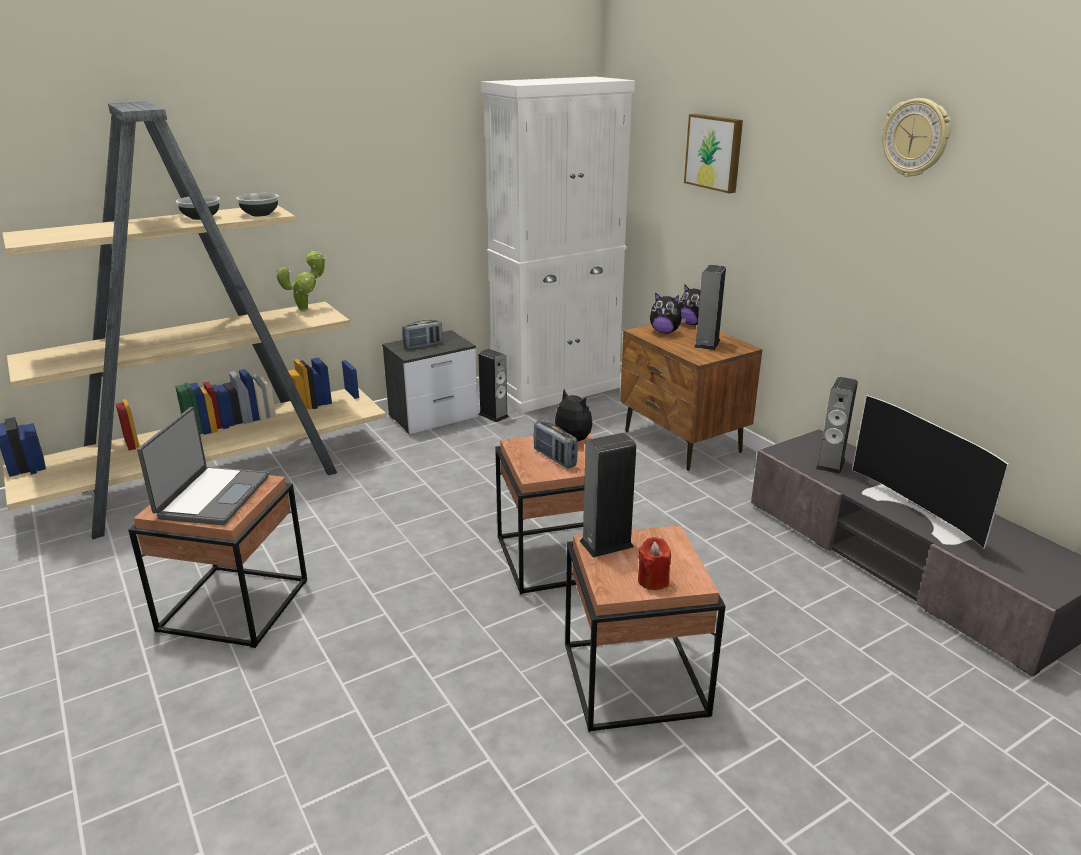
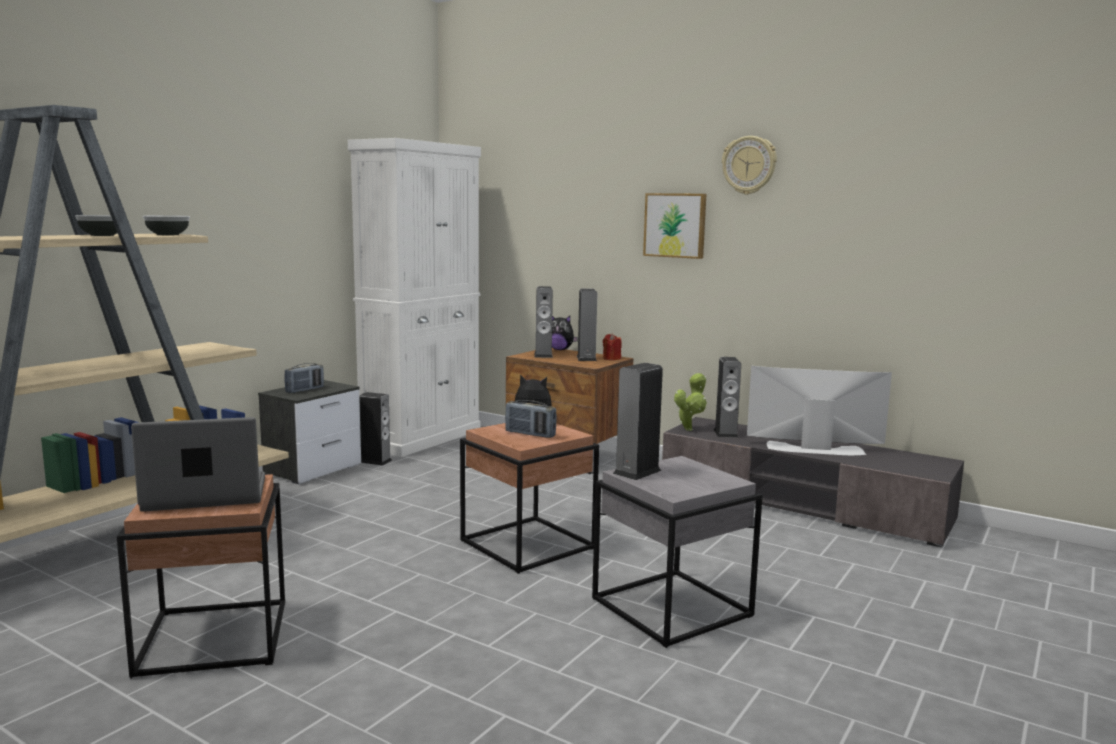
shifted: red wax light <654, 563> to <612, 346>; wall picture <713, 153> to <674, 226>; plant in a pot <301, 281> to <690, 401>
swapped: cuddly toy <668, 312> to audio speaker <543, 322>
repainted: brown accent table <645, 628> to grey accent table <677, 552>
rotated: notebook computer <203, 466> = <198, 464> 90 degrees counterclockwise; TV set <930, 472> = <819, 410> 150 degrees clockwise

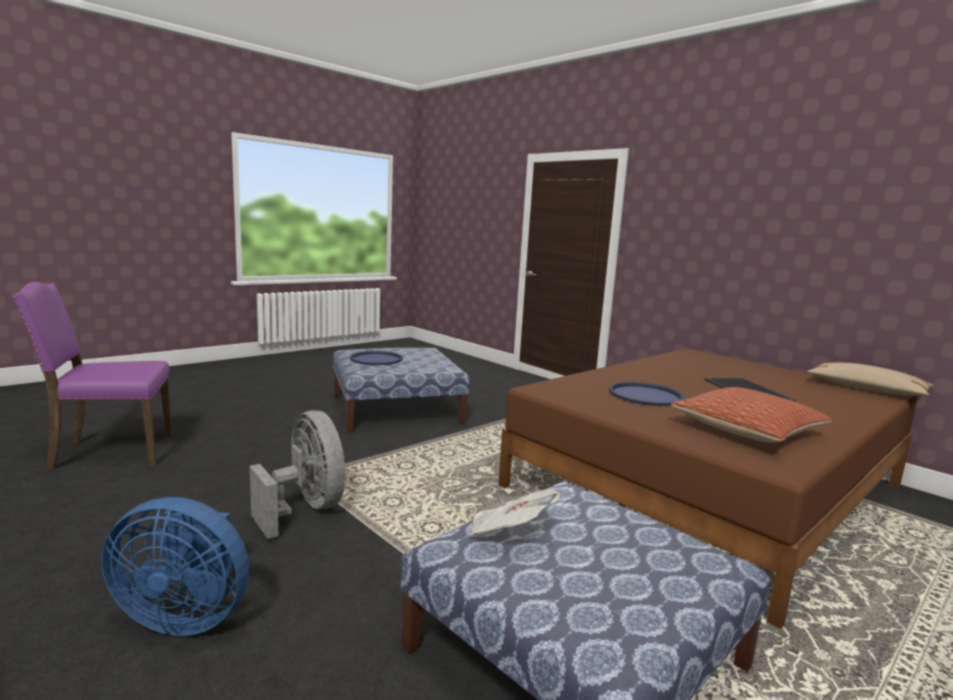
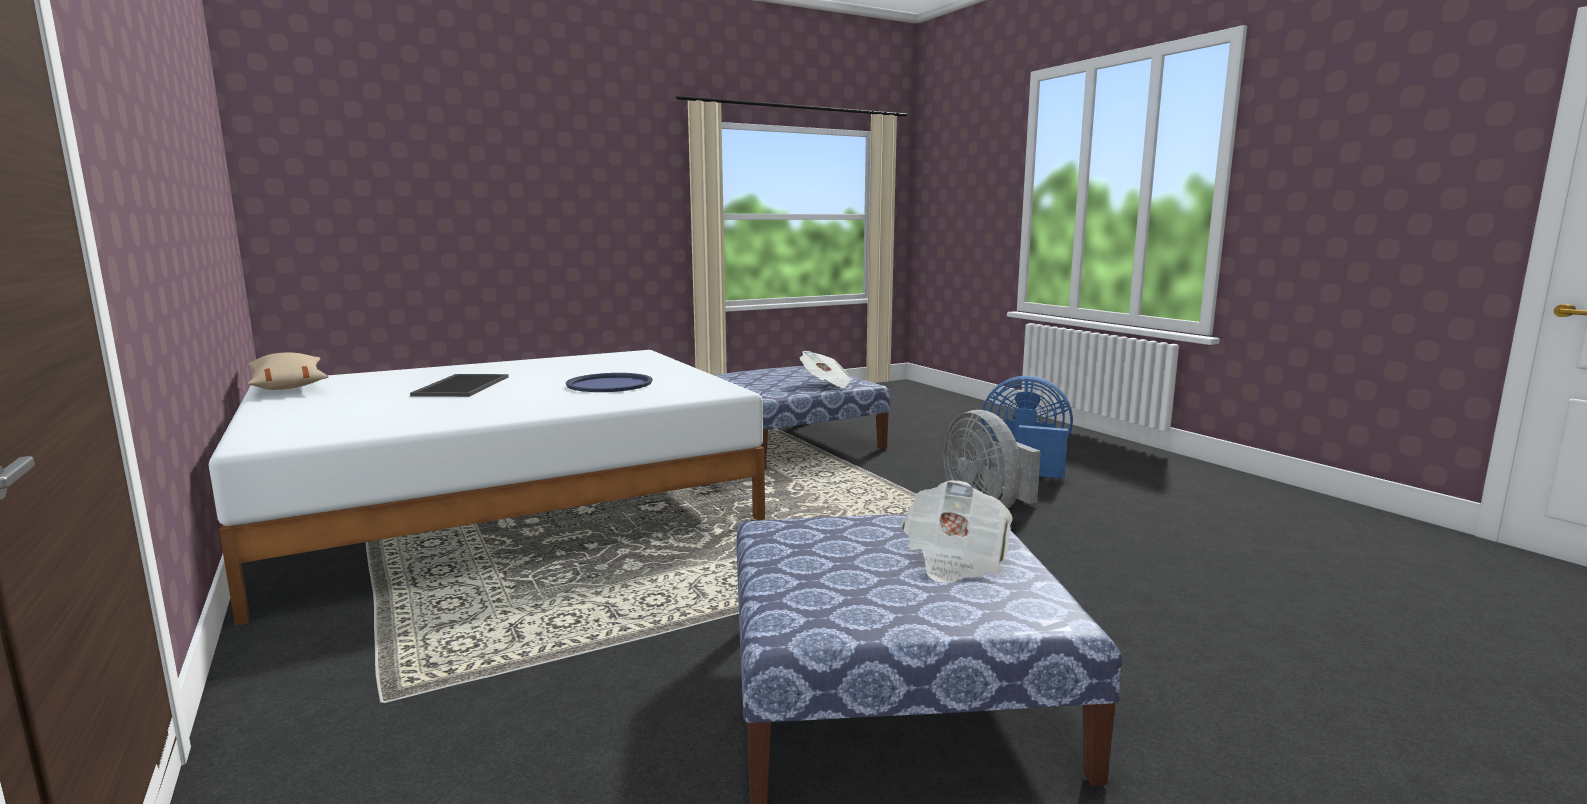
gone: purple-coloured plain chair <92, 376>; pillow <752, 415>
swapped: blue tray <376, 358> to newspaper <957, 531>
repainted: brown bed <707, 488> to white bed <487, 488>

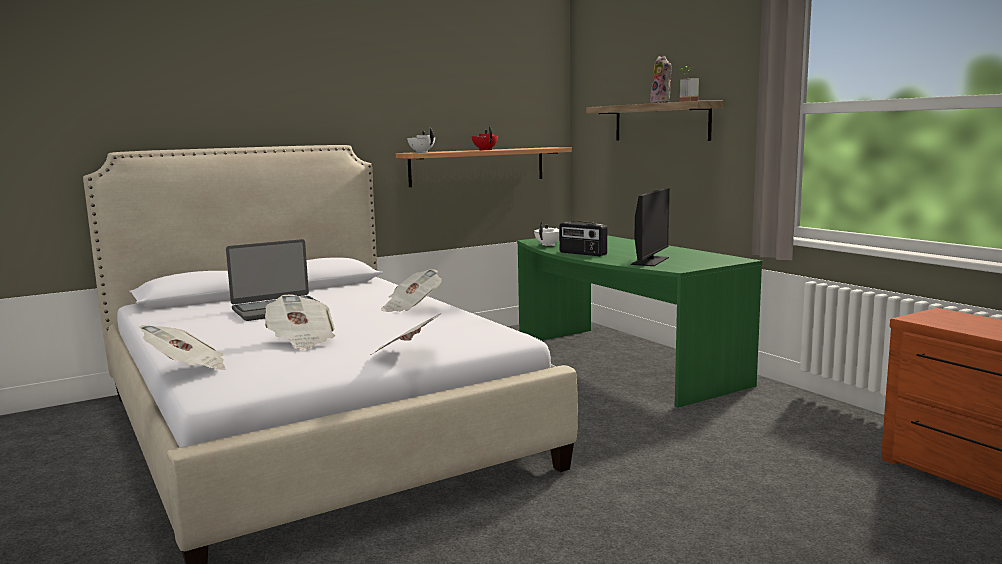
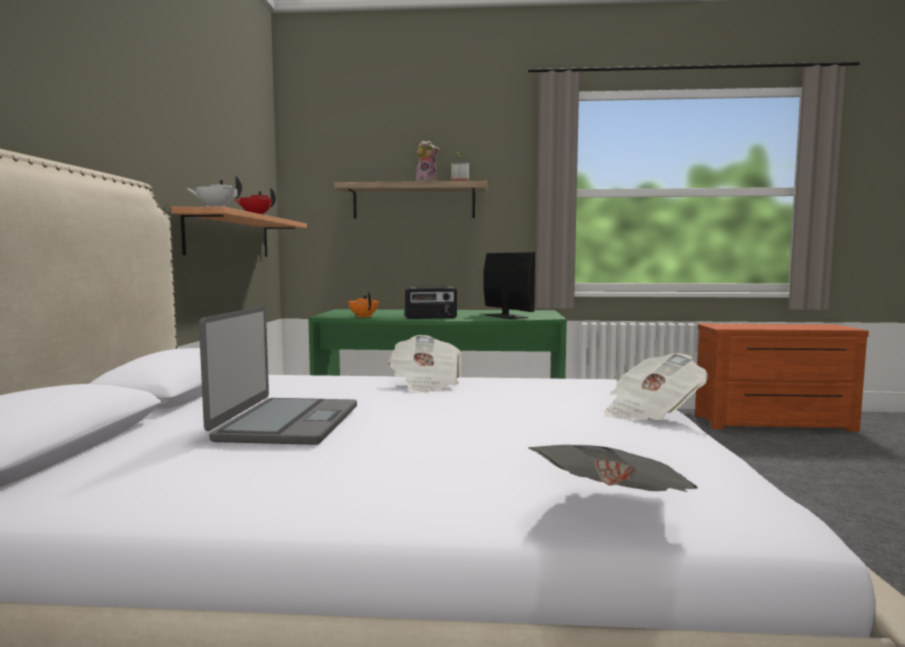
gone: newspaper <300, 321>
repainted: white teapot <546, 234> to orangey teapot <363, 304>

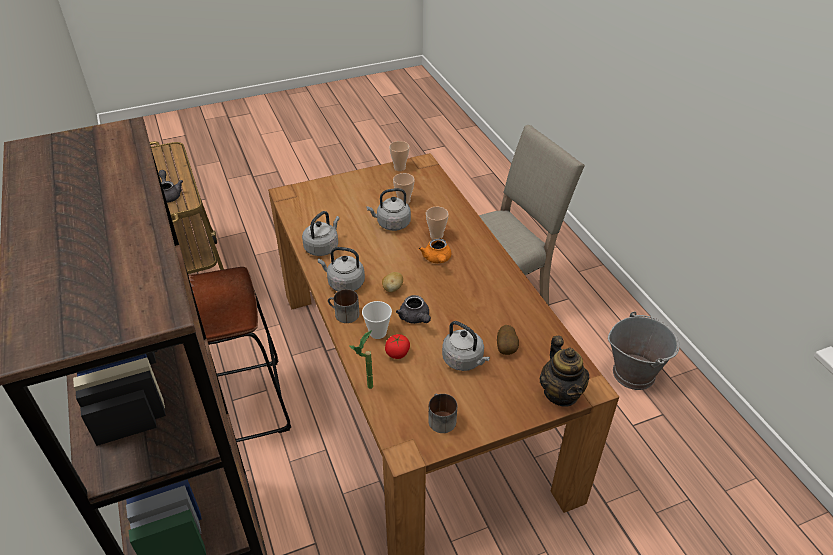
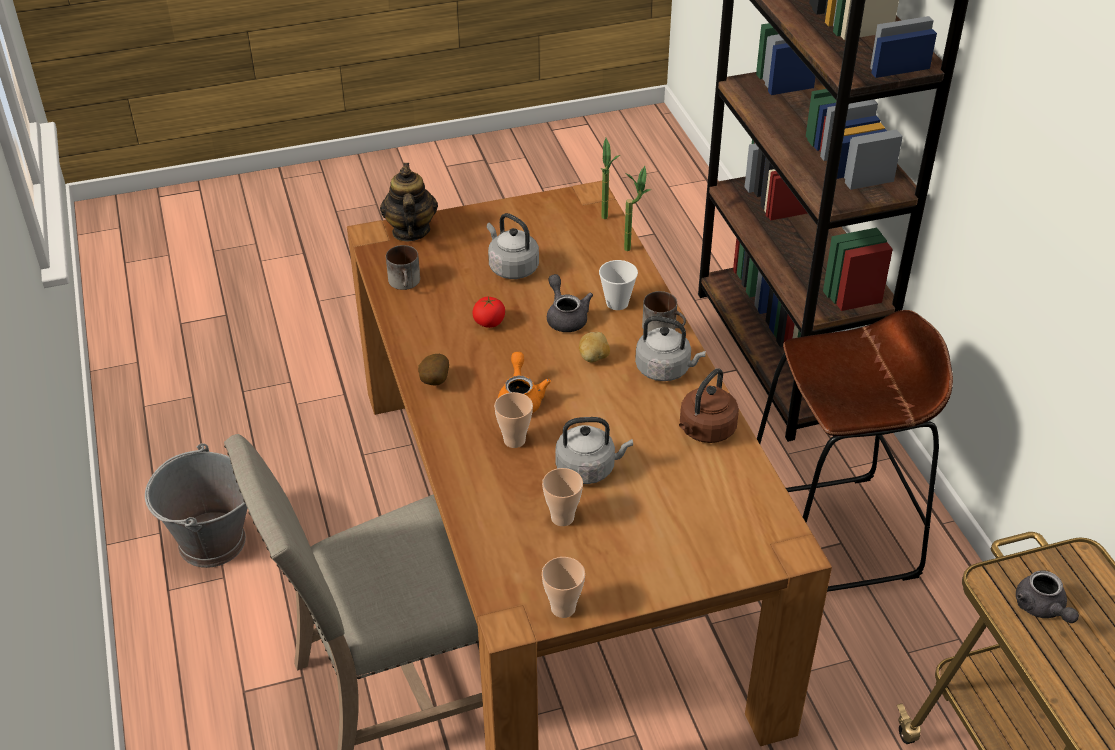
new: plant in a pot <610, 178>
shifted: coffee mug <442, 413> to <403, 267>; spud <508, 340> to <433, 369>; fresh tomato <397, 346> to <488, 312>
repainted: grey water kettle <321, 233> to brown water kettle <709, 405>

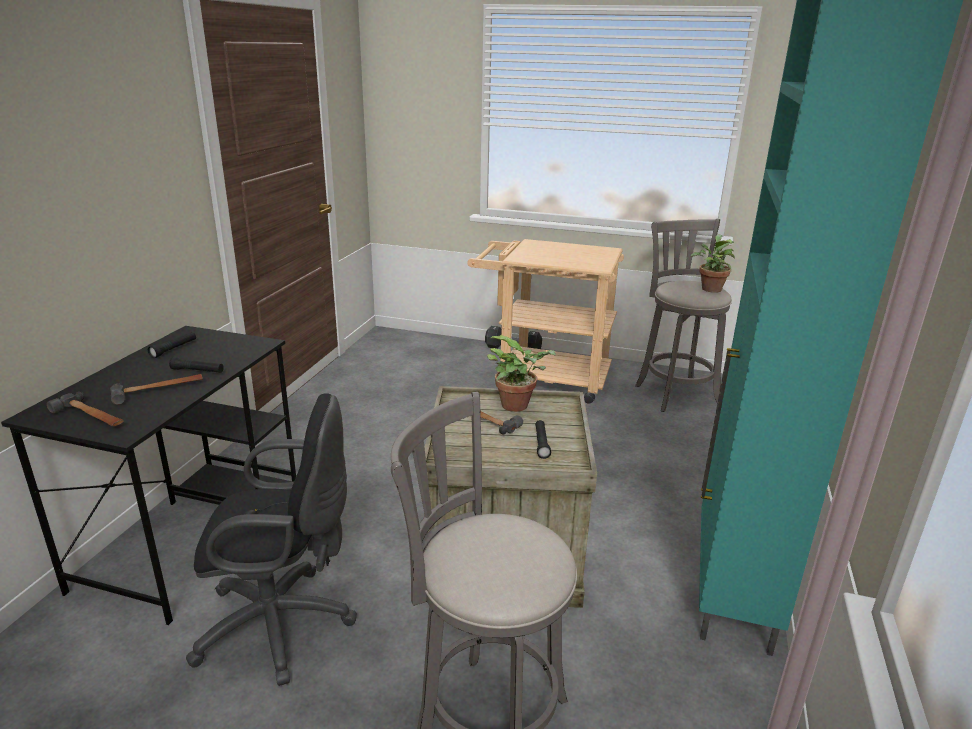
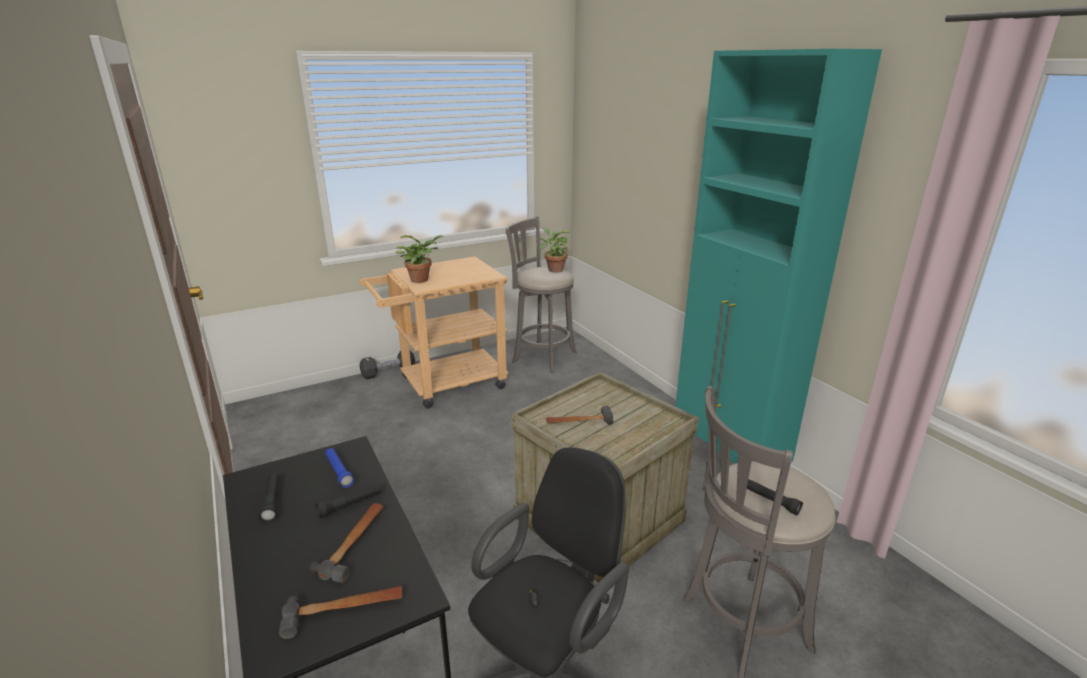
new: blue torch <339, 468>
shifted: plant in a pot <521, 373> to <420, 259>; black-coloured torch <543, 439> to <775, 497>

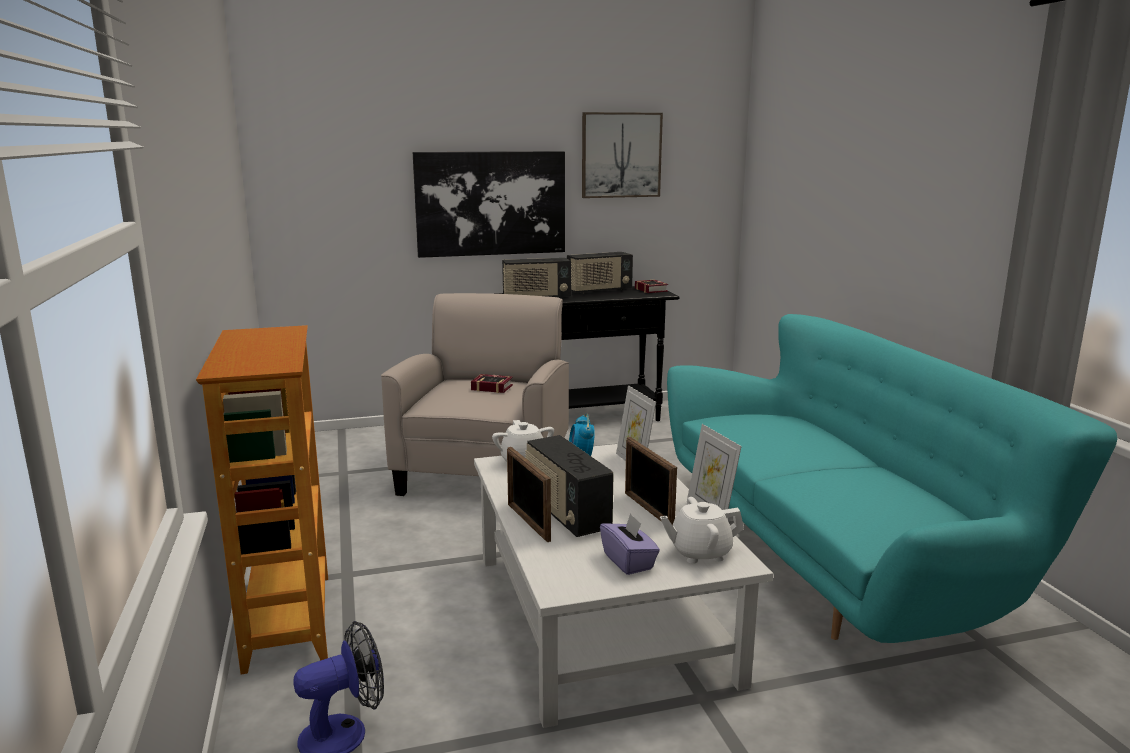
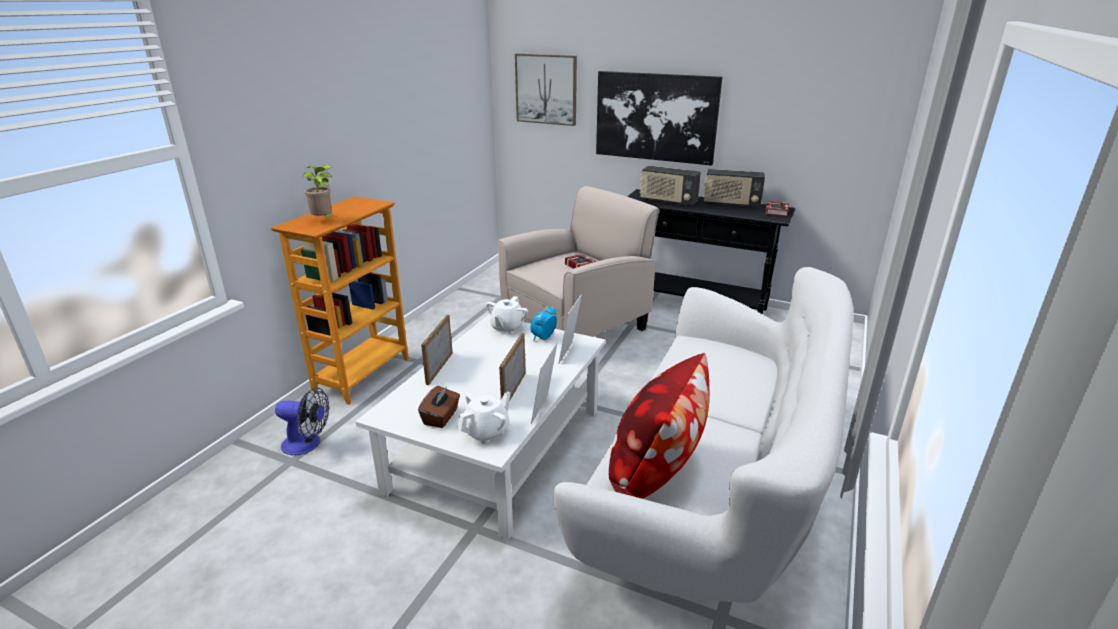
gone: radio receiver <569, 486>
new: plant in a pot <321, 192>; pillow <658, 426>
shifted: wall picture <622, 155> to <546, 90>
repainted: purple-coloured tissue holder <630, 544> to brown tissue holder <439, 407>; turquoise-coloured settee <892, 478> to white settee <704, 435>
rotated: white teapot <702, 530> = <484, 418> 105 degrees clockwise

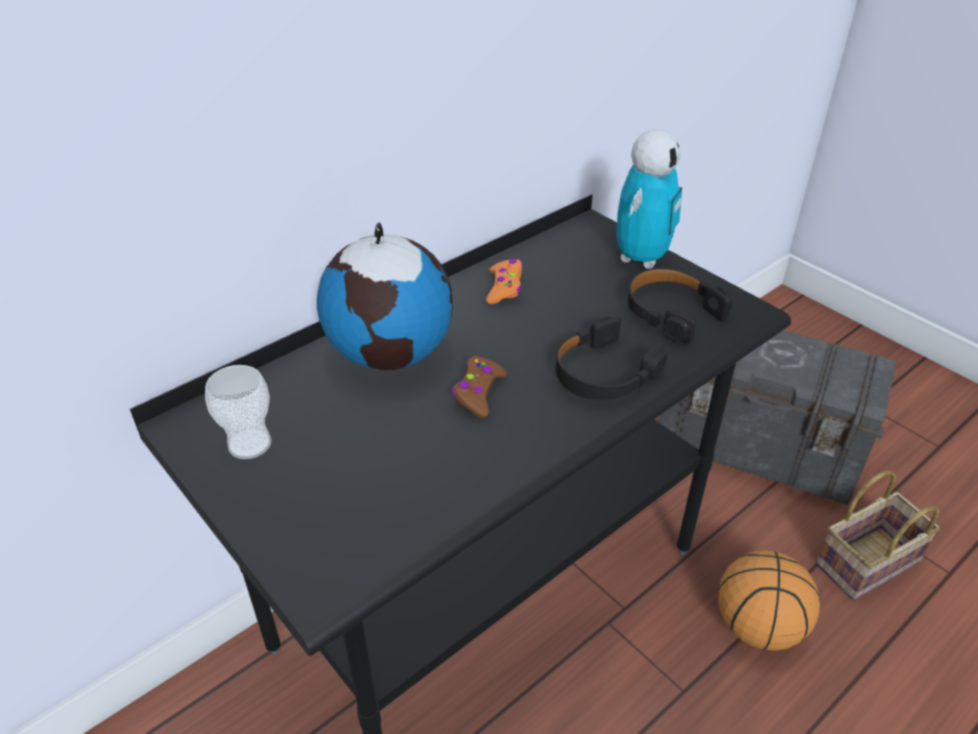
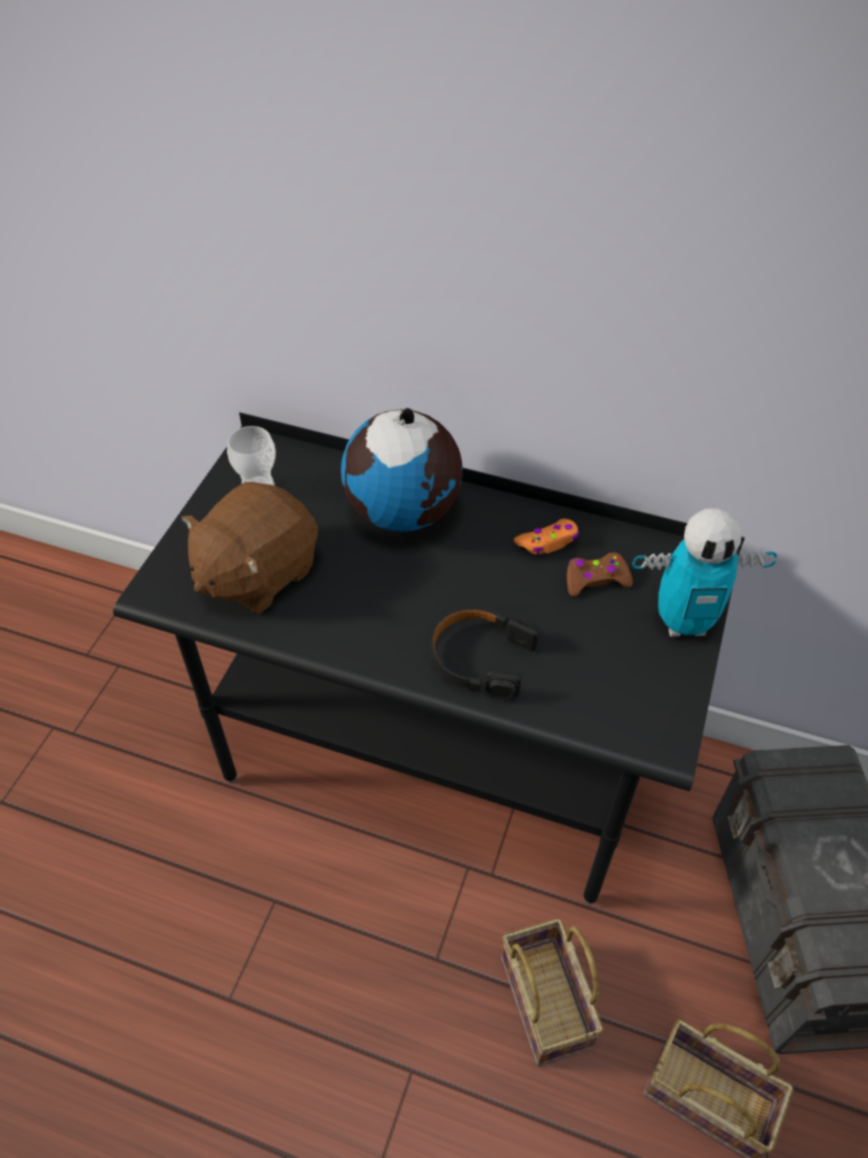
gone: black-coloured pair of headphones <680, 306>
new: brown cuddly toy <249, 548>
shifted: brown gamepad <479, 387> to <600, 574>
swapped: ball for basketball <769, 600> to basket <552, 992>

